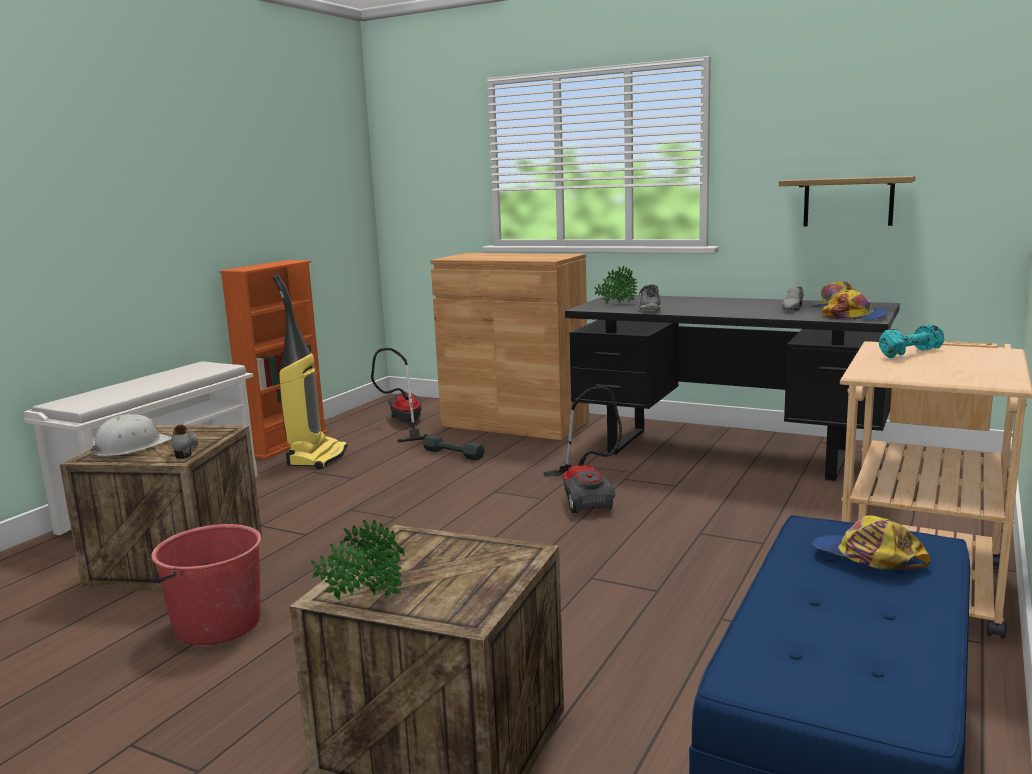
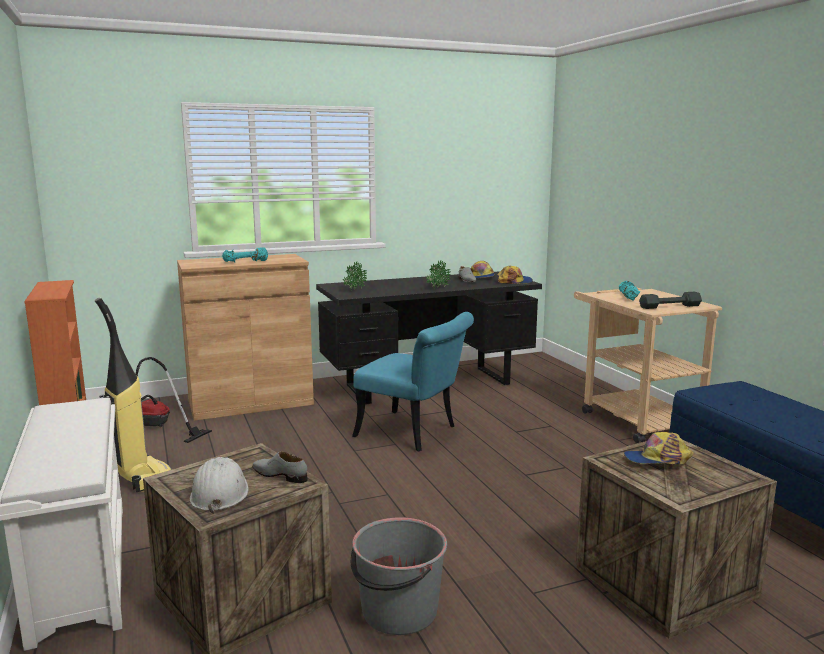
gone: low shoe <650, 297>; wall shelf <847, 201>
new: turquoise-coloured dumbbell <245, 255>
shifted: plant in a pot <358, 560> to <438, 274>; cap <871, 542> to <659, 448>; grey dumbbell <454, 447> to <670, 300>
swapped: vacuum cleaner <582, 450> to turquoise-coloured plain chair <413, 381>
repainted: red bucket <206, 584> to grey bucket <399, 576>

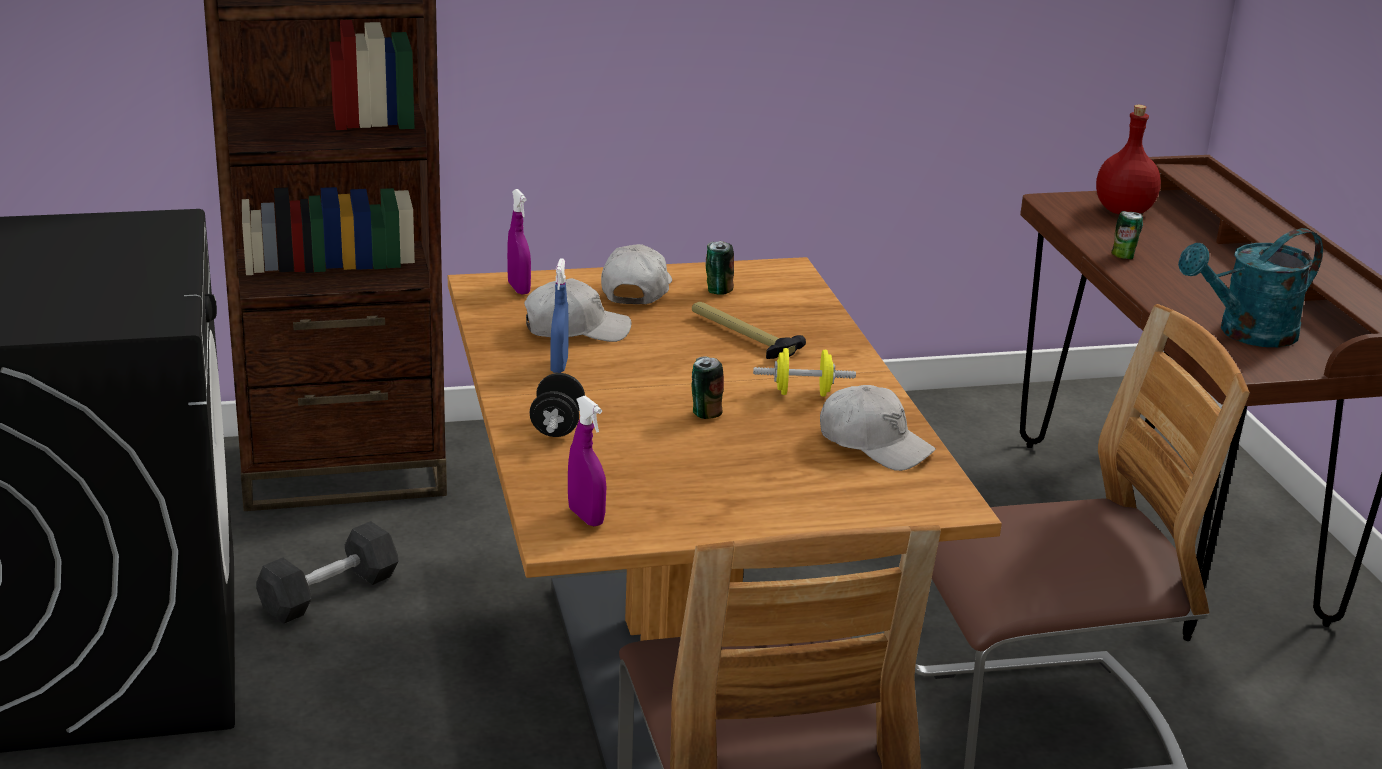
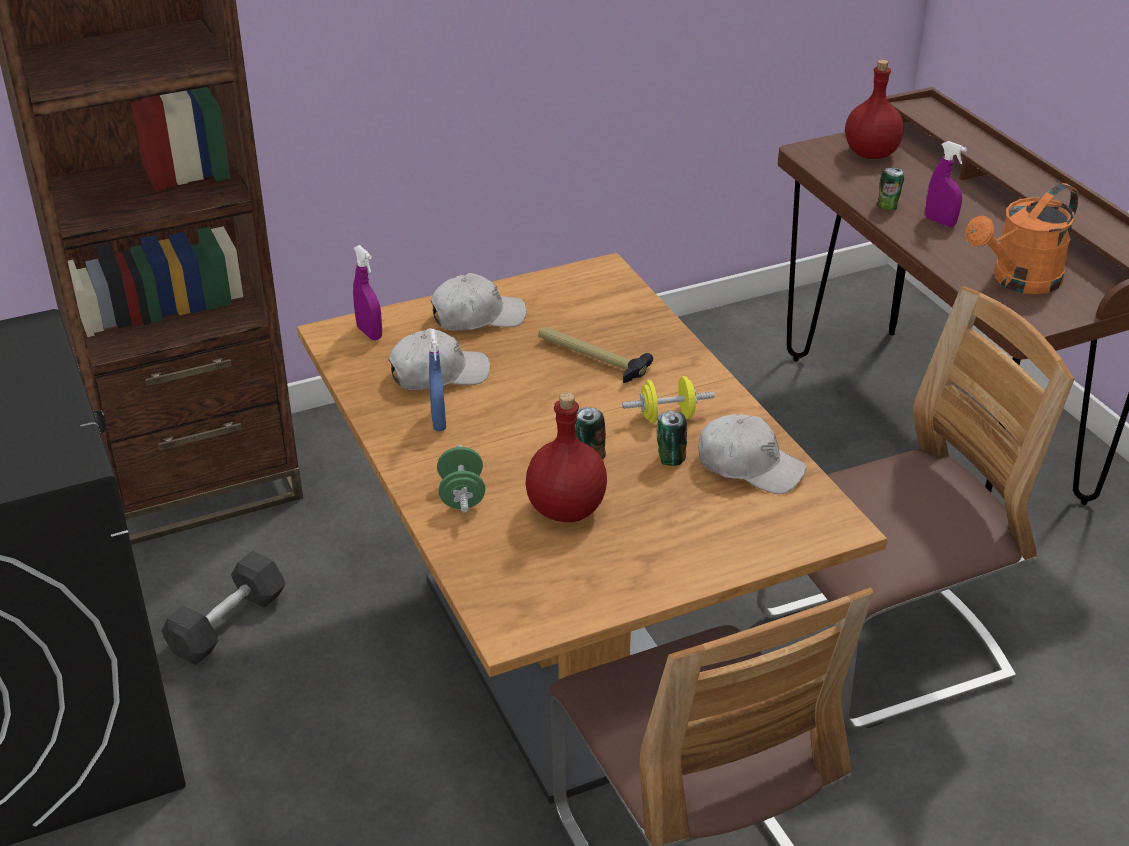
new: red bottle <566, 457>
shifted: can <719, 268> to <671, 438>; purple-coloured spray bottle <587, 461> to <946, 184>
repainted: black-coloured dumbbell <557, 405> to greenish dumbbell <461, 478>; turquoise-coloured sprinkling can <1250, 287> to orangey sprinkling can <1022, 238>
rotated: white cap <636, 274> = <479, 301> 75 degrees clockwise

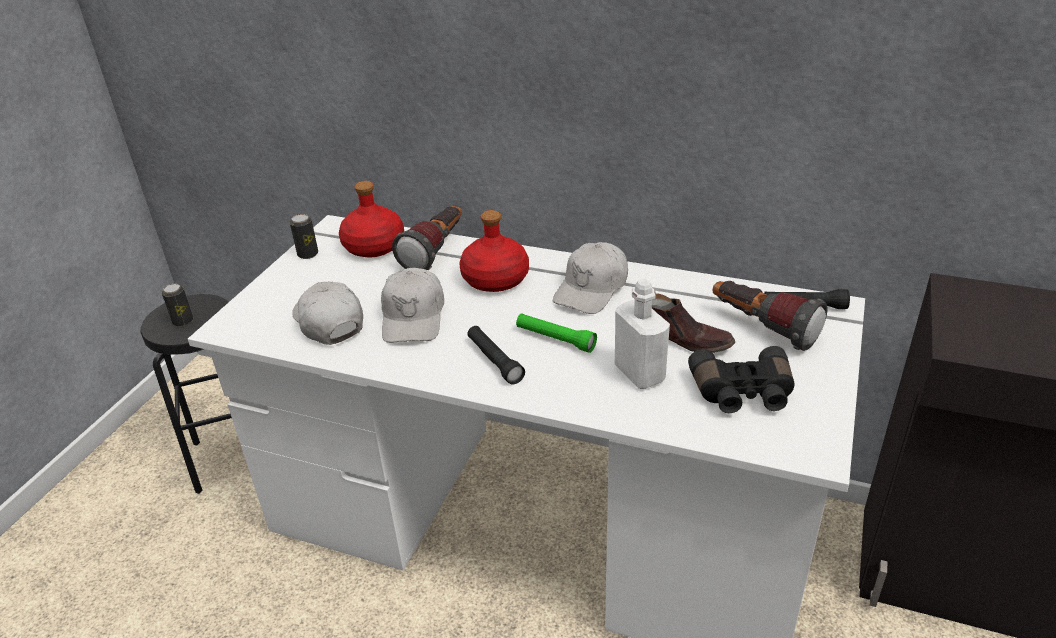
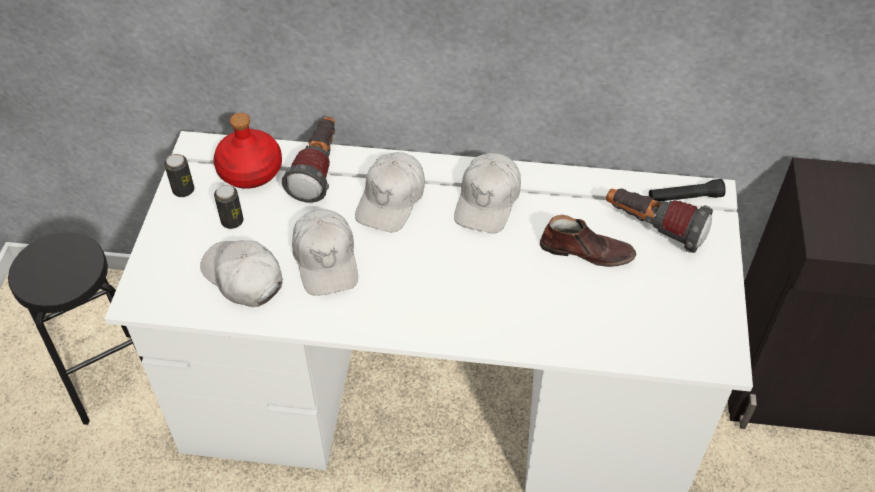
gone: black-coloured torch <496, 355>; greenish torch <556, 333>; white bottle <642, 334>; black-coloured binoculars <741, 379>
shifted: can <177, 305> to <228, 207>
swapped: red bottle <494, 251> to white cap <390, 192>

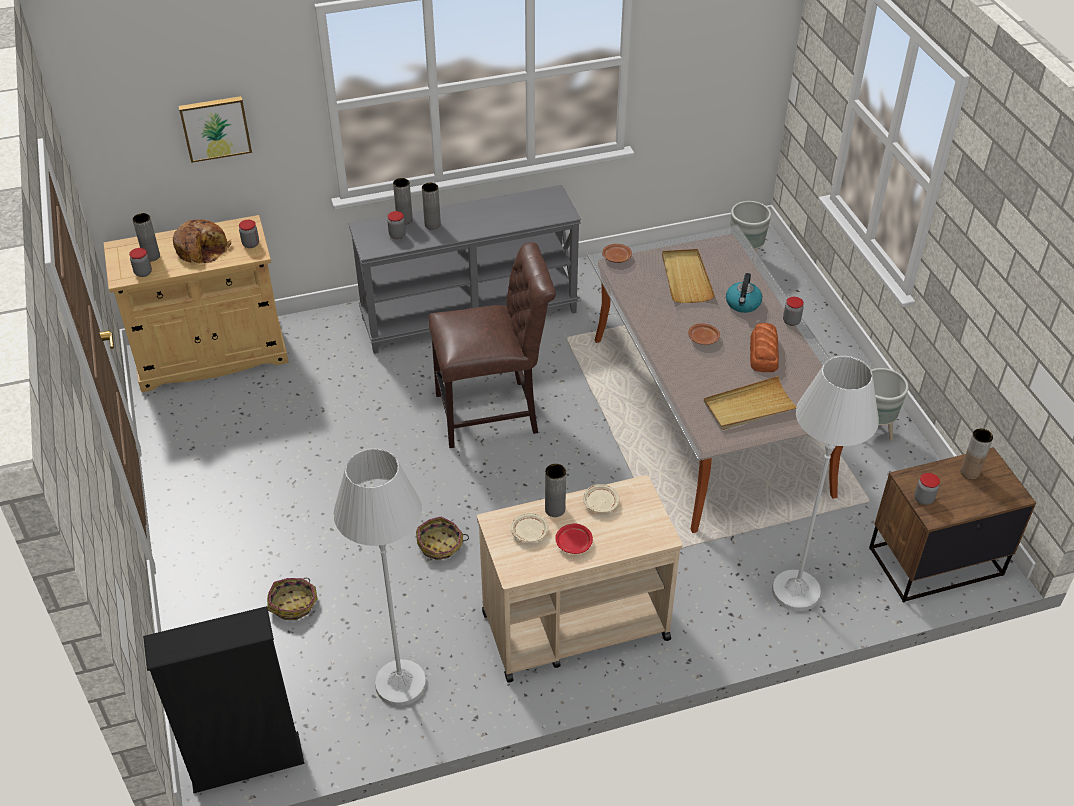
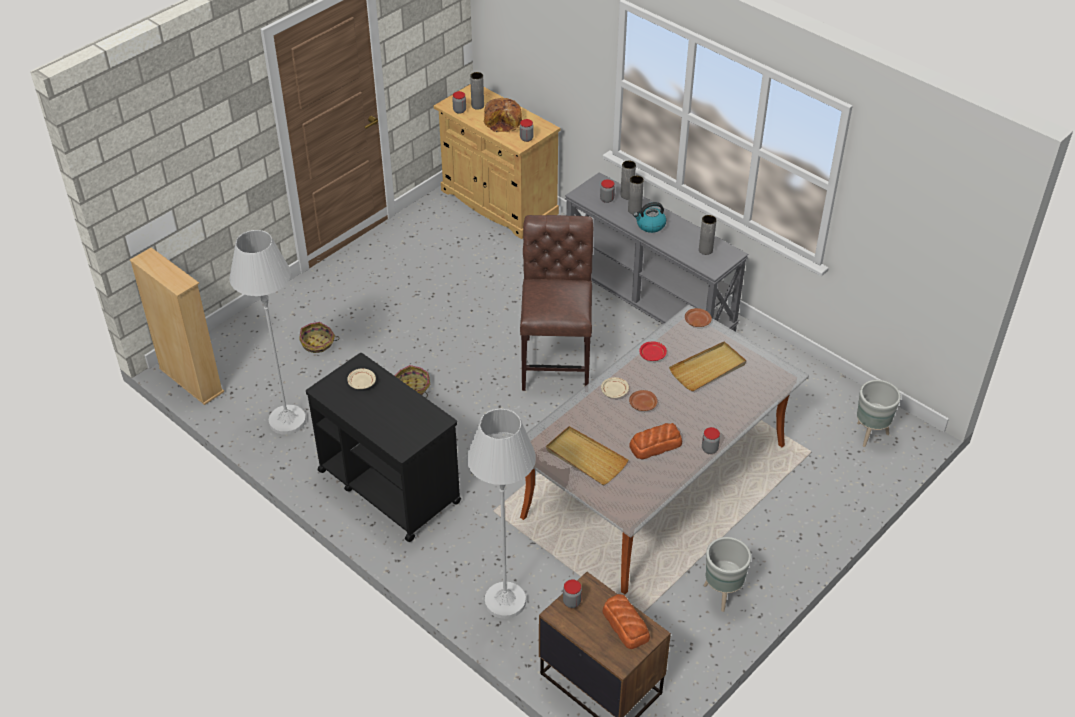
gone: wall picture <215, 129>
shifted: sand-coloured plate <601, 498> to <615, 387>; water kettle <744, 293> to <649, 217>; red plate <574, 538> to <653, 351>; grey flower vase <555, 490> to <708, 235>
swapped: brown flower vase <976, 454> to bakery bread <626, 621>
repainted: black-coloured shelving unit <223, 699> to sand-coloured shelving unit <177, 326>; sand-coloured trolley <579, 579> to black-coloured trolley <383, 447>
rotated: brown plain chair <492, 345> = <556, 303> 135 degrees counterclockwise

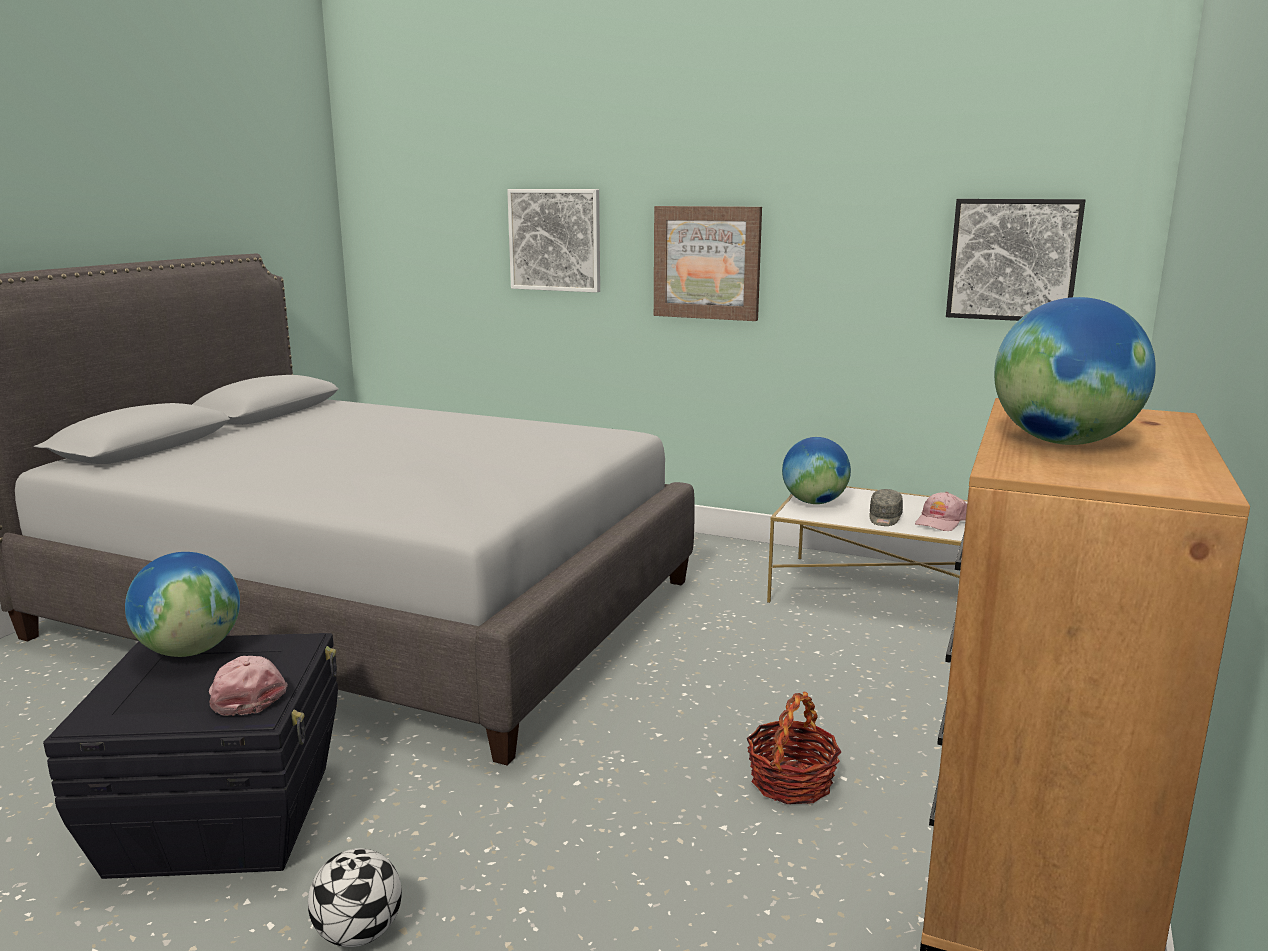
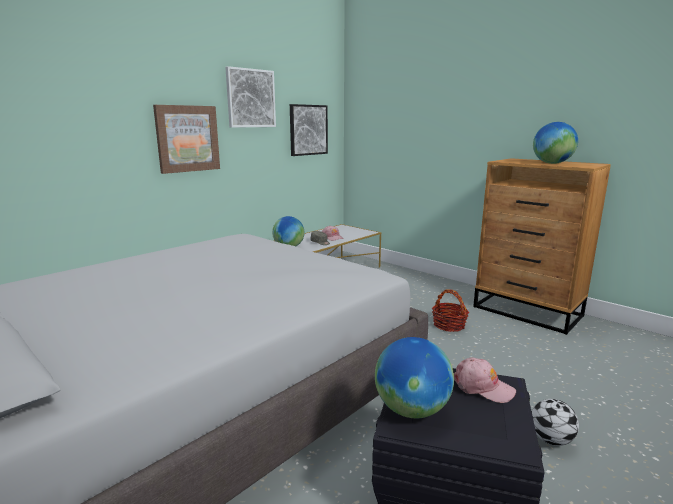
shifted: wall picture <553, 241> to <250, 97>
rotated: pink-coloured cap <248, 686> = <485, 380> 135 degrees counterclockwise

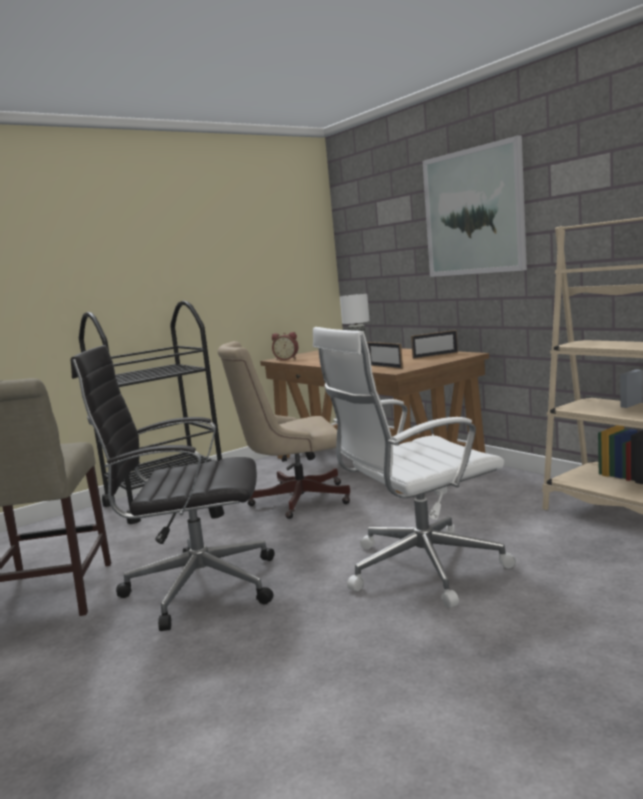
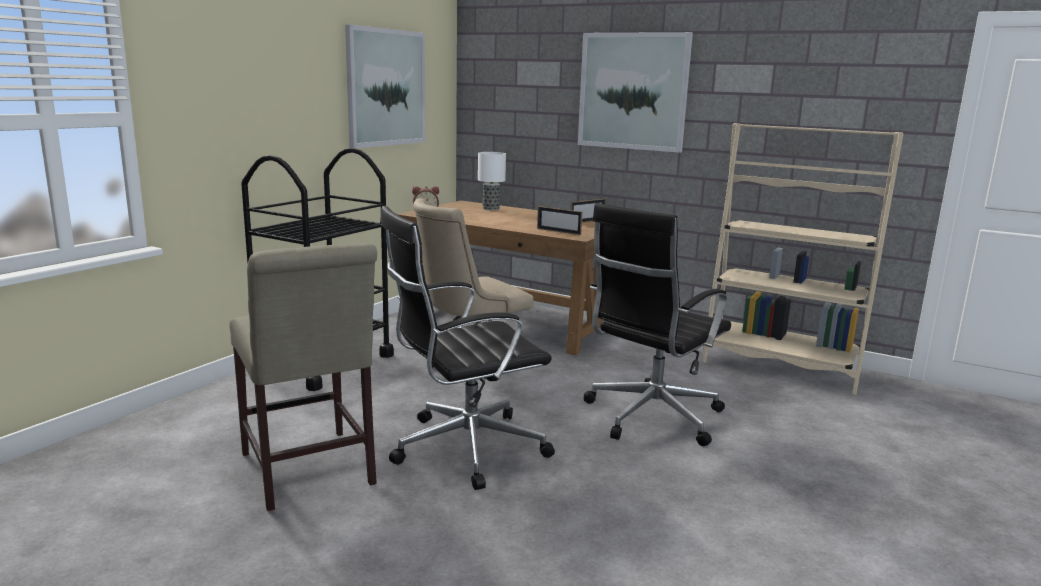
new: wall picture <385, 86>
repainted: white office chair <414, 467> to black-coloured office chair <657, 324>

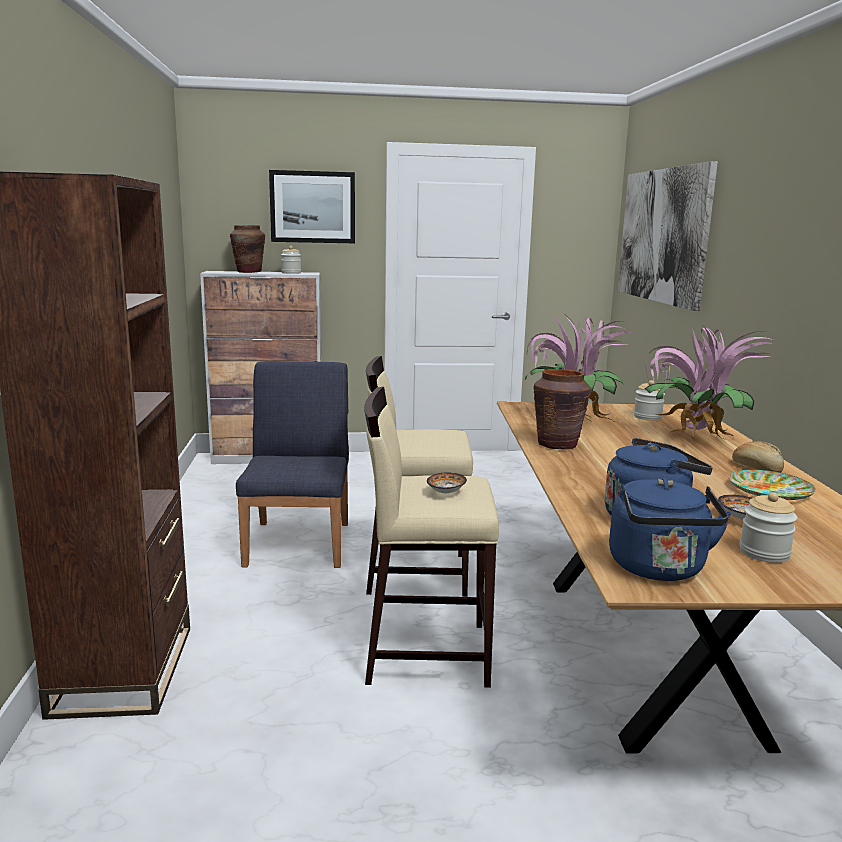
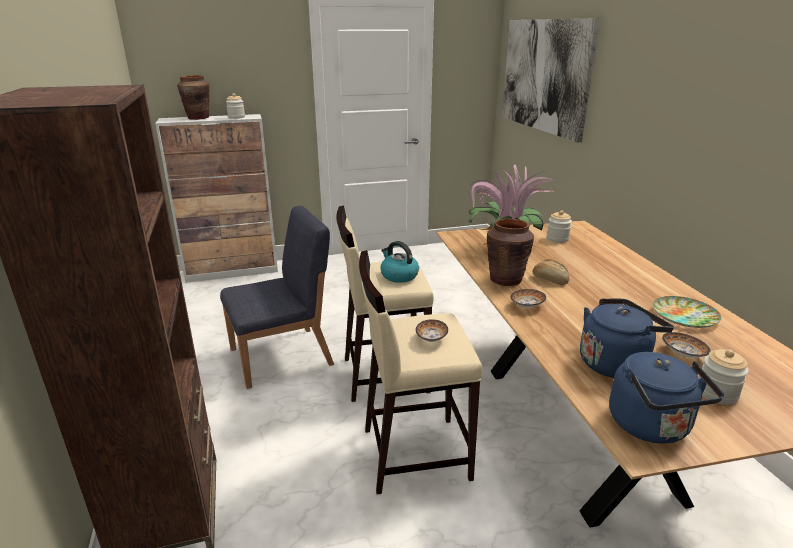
gone: wall picture <312, 206>; plant in a pot <709, 382>
new: water kettle <399, 262>; serving bowl <528, 298>
shifted: bakery bread <758, 456> to <551, 272>
rotated: blue plain chair <292, 464> = <277, 297> 75 degrees clockwise

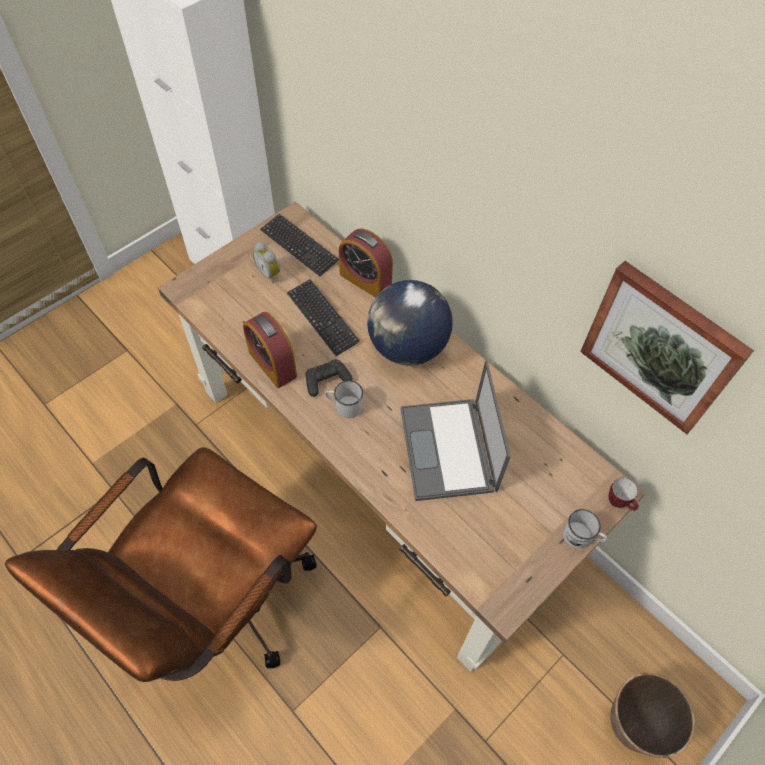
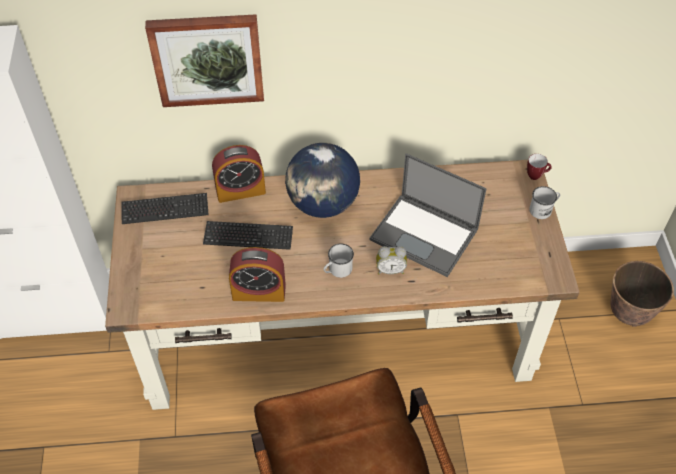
gone: black-coloured gamepad <329, 378>
shifted: wall picture <667, 347> to <204, 60>; alarm clock <266, 262> to <391, 260>

